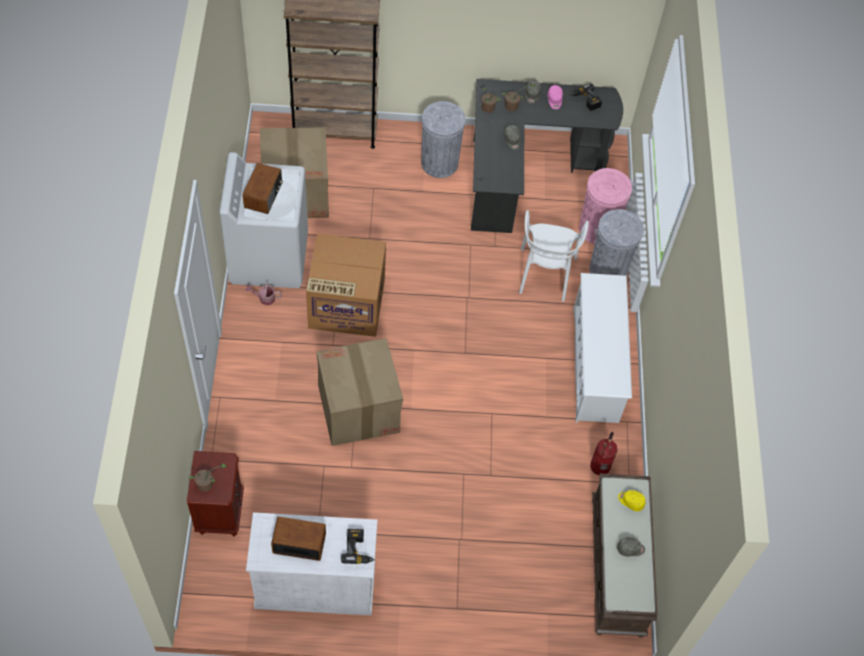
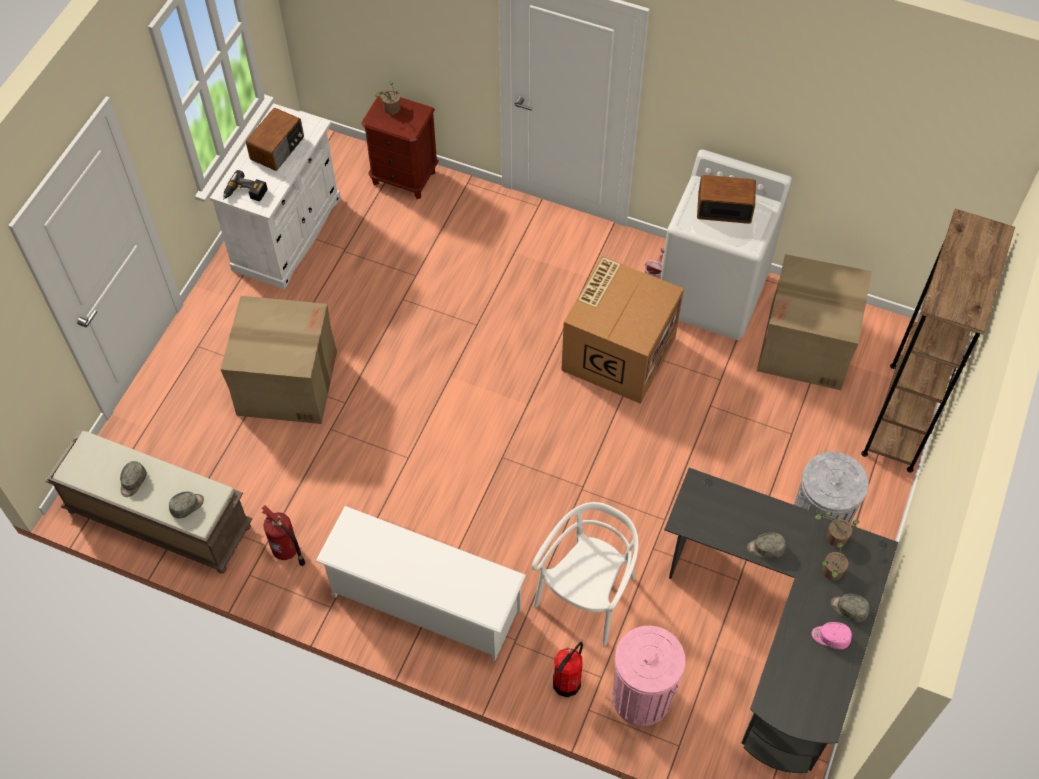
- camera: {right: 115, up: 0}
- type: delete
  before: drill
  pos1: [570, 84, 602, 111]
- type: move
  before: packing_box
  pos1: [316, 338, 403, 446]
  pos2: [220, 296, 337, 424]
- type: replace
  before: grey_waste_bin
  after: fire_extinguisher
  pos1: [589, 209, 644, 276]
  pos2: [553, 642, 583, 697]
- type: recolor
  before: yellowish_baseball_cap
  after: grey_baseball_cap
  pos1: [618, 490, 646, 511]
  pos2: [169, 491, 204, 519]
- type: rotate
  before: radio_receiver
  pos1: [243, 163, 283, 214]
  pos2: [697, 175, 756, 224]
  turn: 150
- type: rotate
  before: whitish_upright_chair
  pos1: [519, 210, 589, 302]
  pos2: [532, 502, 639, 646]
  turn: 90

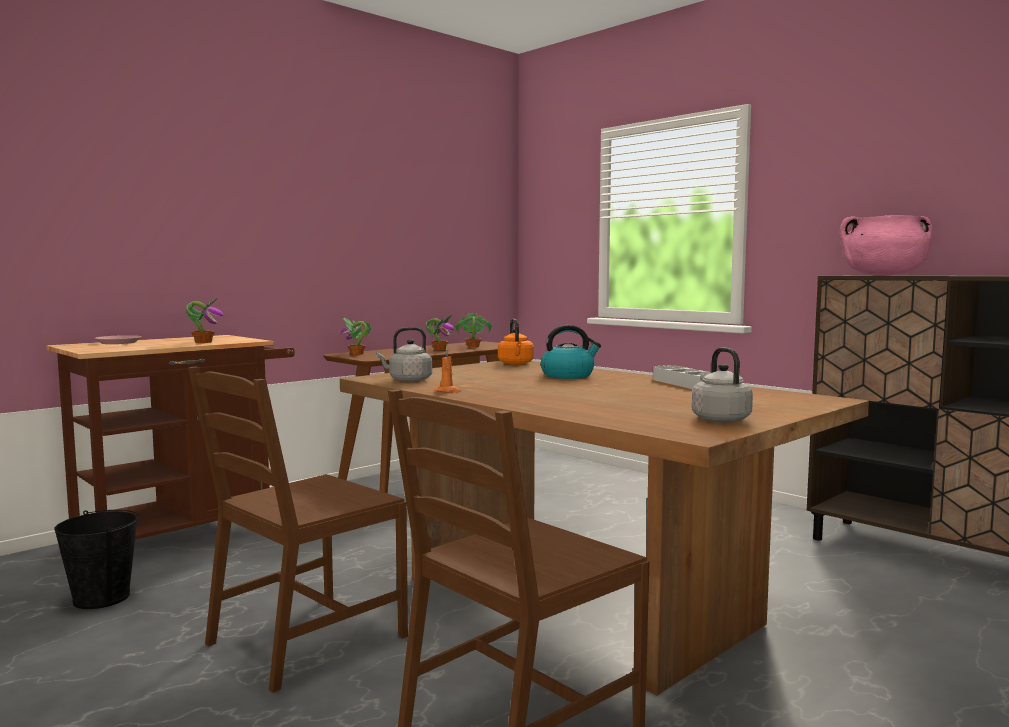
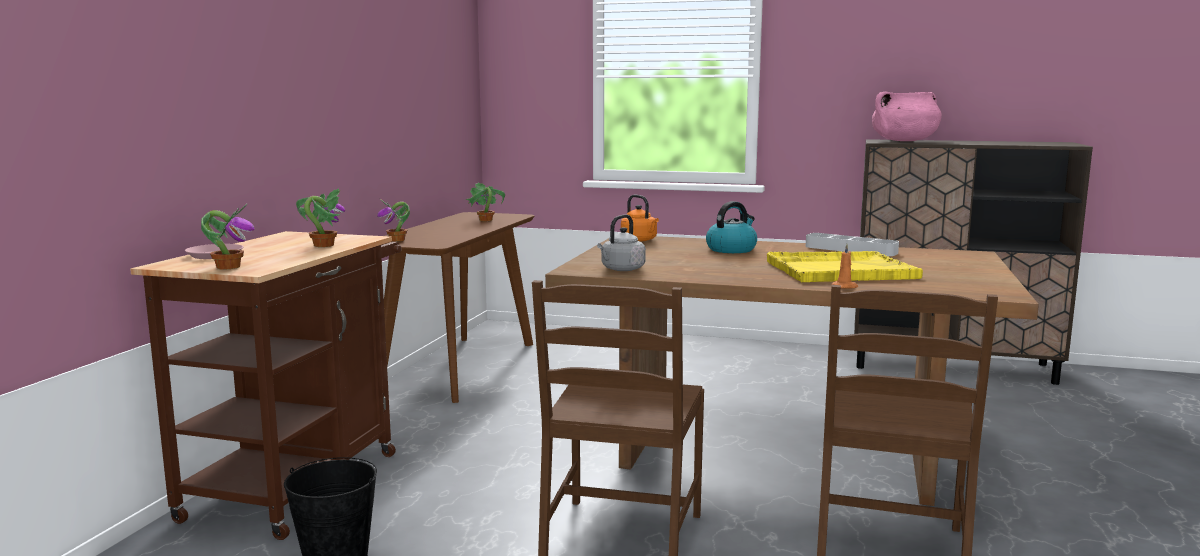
- camera: {right: -30, up: 5}
- type: delete
  before: grey_kettle
  pos1: [692, 347, 753, 423]
- type: insert
  after: yellowish_carrying_tray
  pos2: [767, 251, 923, 282]
- type: move
  before: plant_in_a_pot
  pos1: [426, 316, 454, 350]
  pos2: [201, 203, 255, 269]
- type: move
  before: orange-coloured_candle
  pos1: [435, 348, 461, 393]
  pos2: [831, 244, 858, 289]

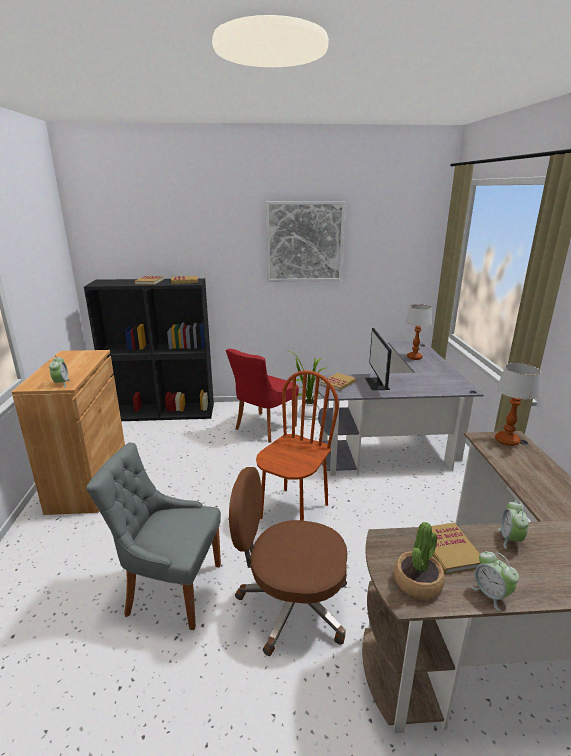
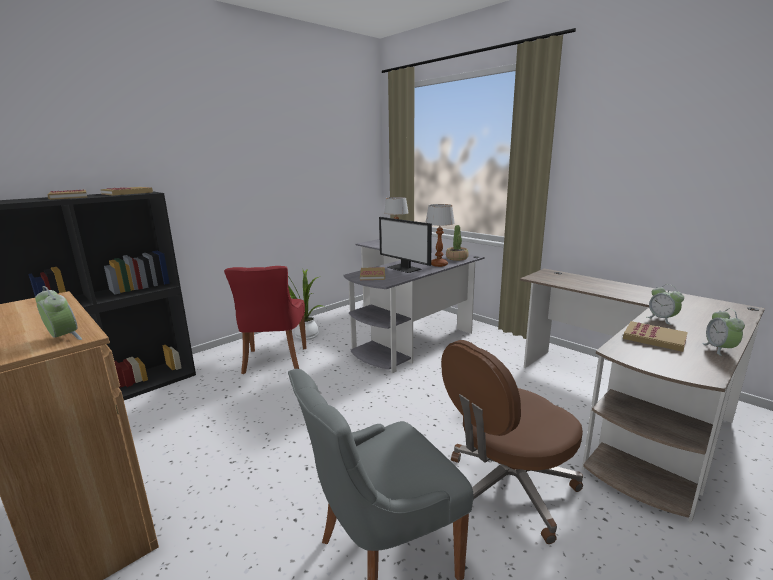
- camera: {right: -40, up: -5}
- type: delete
  before: brown-coloured_upright_chair
  pos1: [256, 370, 339, 521]
- type: delete
  before: wall_art
  pos1: [266, 201, 345, 282]
- type: move
  before: plant_in_a_pot
  pos1: [394, 522, 445, 600]
  pos2: [446, 225, 469, 261]
- type: move
  before: tabletop_lamp
  pos1: [495, 363, 541, 446]
  pos2: [425, 204, 455, 267]
- type: rotate
  before: table_clock
  pos1: [471, 551, 519, 611]
  pos2: [702, 309, 745, 356]
  turn: 75

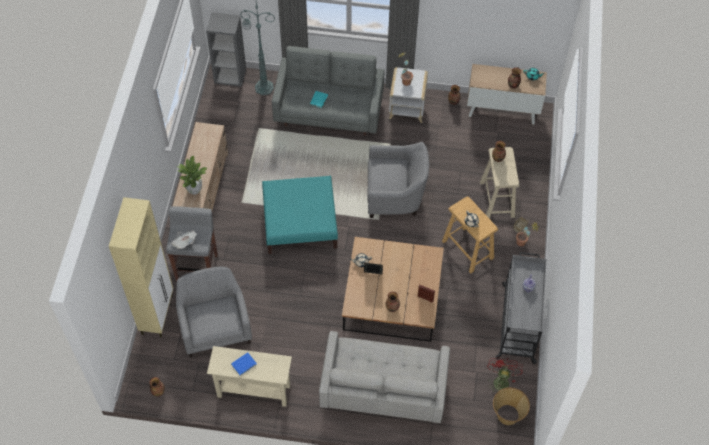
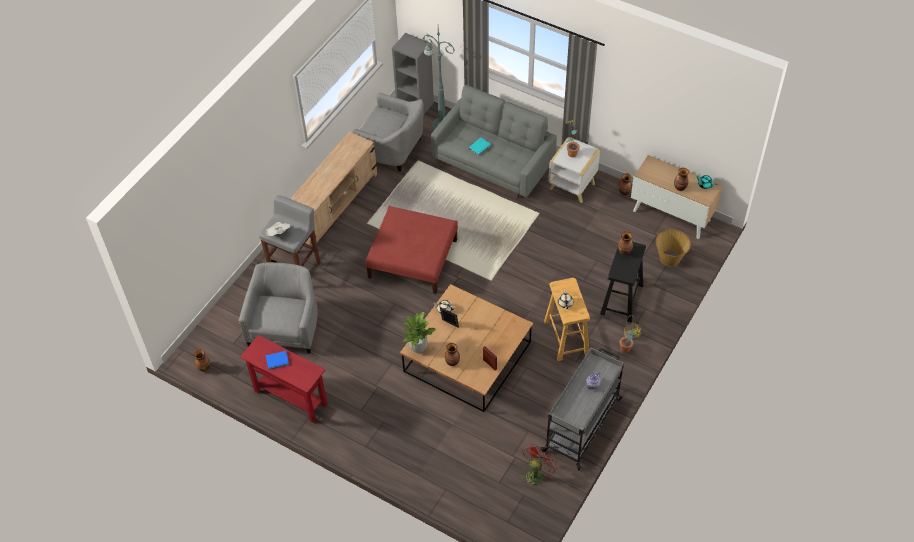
- camera: {right: 25, up: -5}
- type: delete
  before: beige-coloured_cabinet
  pos1: [109, 197, 173, 337]
- type: delete
  before: grey_settee
  pos1: [319, 331, 450, 423]
- type: move
  before: plant_in_a_pot
  pos1: [177, 156, 208, 195]
  pos2: [403, 312, 436, 353]
- type: move
  before: grey_easy_chair
  pos1: [367, 142, 429, 218]
  pos2: [352, 93, 424, 172]
- type: move
  before: household_basket
  pos1: [493, 387, 530, 425]
  pos2: [656, 229, 691, 267]
- type: recolor
  before: beige-coloured_console_table
  after: red_console_table
  pos1: [207, 346, 292, 407]
  pos2: [240, 335, 327, 423]
- type: recolor
  before: turquoise_ottoman
  after: red_ottoman
  pos1: [262, 175, 338, 254]
  pos2: [365, 206, 458, 294]
- type: recolor
  before: beige-coloured_stool
  after: blackish_stool
  pos1: [480, 147, 519, 219]
  pos2: [600, 242, 646, 323]

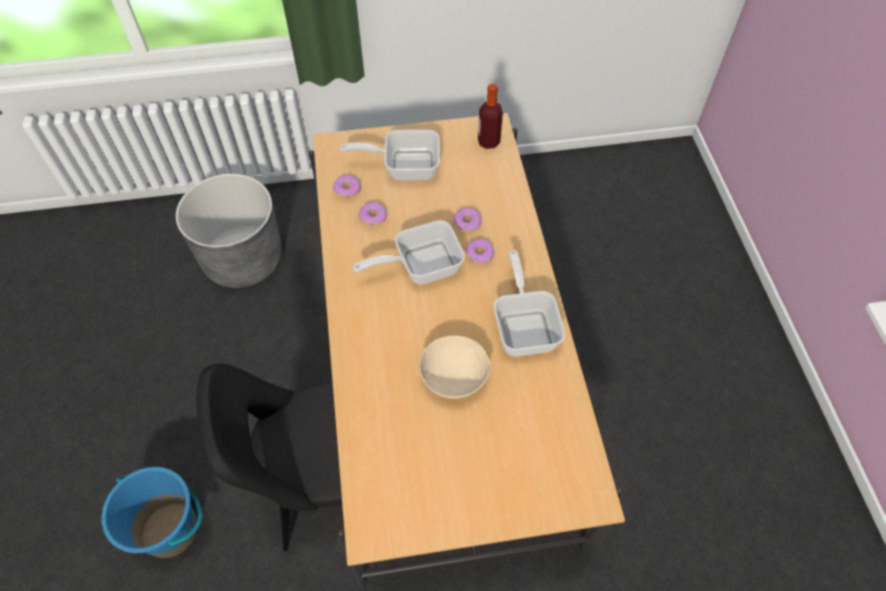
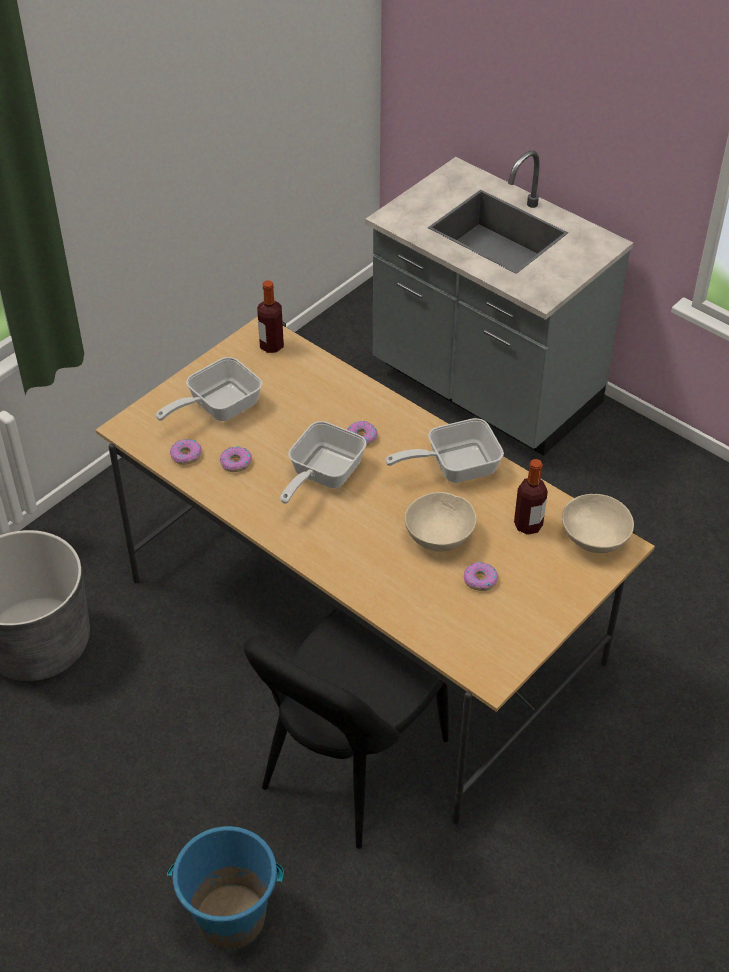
- camera: {right: -40, up: -10}
- type: insert
  after: grey_kitchen_counter
  pos2: [365, 151, 633, 456]
- type: insert
  after: bottle
  pos2: [514, 459, 548, 535]
- type: insert
  after: beige-coloured_serving_bowl
  pos2: [562, 494, 634, 553]
- type: move
  before: donut
  pos1: [454, 208, 482, 232]
  pos2: [464, 562, 498, 591]
- type: rotate
  before: skillet
  pos1: [494, 250, 565, 356]
  pos2: [385, 418, 504, 483]
  turn: -60

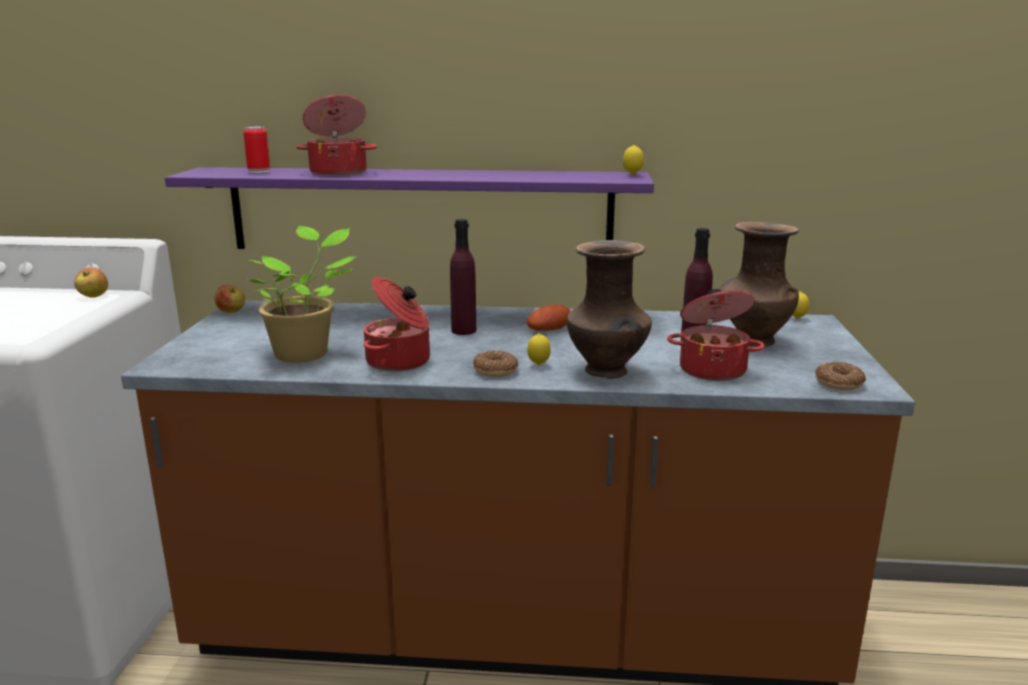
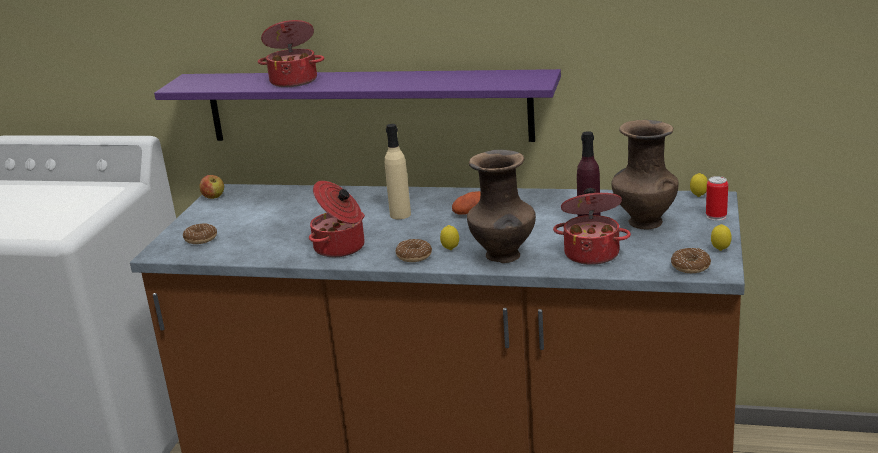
- camera: {right: 10, up: 5}
- type: delete
  before: apple
  pos1: [74, 267, 108, 298]
- type: delete
  before: plant_in_a_pot
  pos1: [248, 226, 356, 363]
- type: insert
  after: donut
  pos2: [183, 223, 217, 244]
- type: move
  before: metal_can
  pos1: [243, 126, 270, 173]
  pos2: [706, 176, 728, 221]
- type: move
  before: whole_lemon
  pos1: [623, 145, 644, 175]
  pos2: [711, 224, 732, 251]
- type: recolor
  before: purple_bottle
  after: beige-coloured_bottle
  pos1: [450, 219, 476, 335]
  pos2: [385, 124, 411, 219]

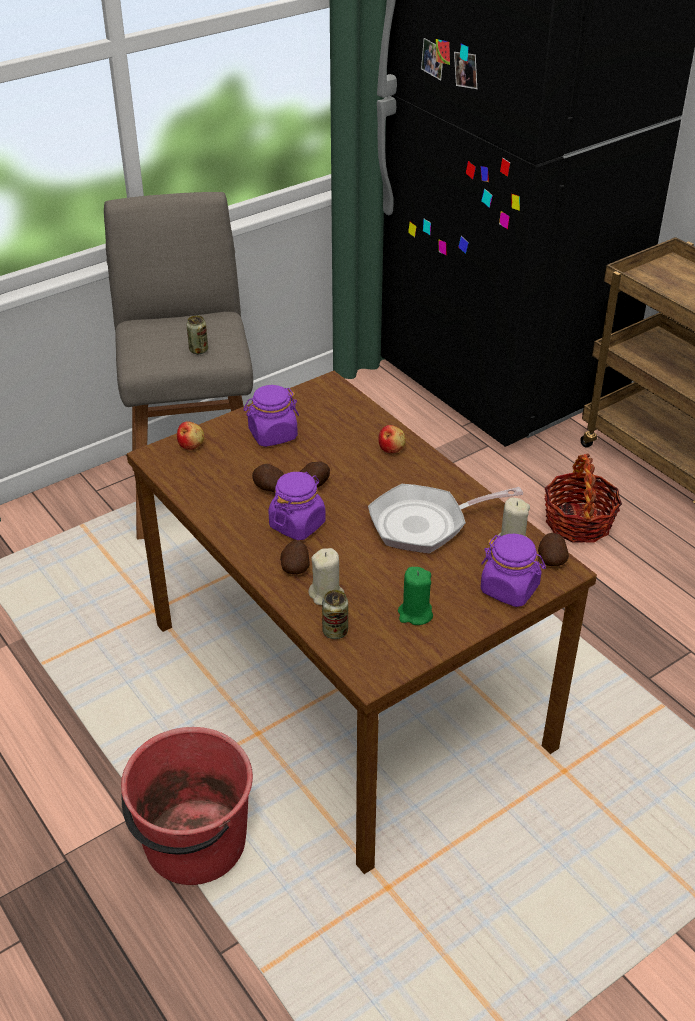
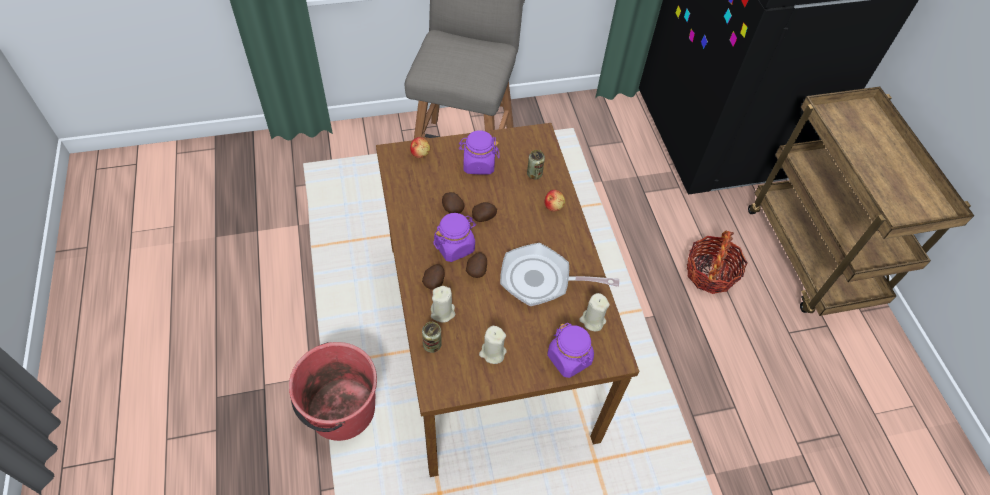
- camera: {right: 20, up: 15}
- type: move
  before: metal_can
  pos1: [186, 315, 208, 354]
  pos2: [527, 150, 545, 179]
- type: move
  before: spud
  pos1: [538, 533, 569, 566]
  pos2: [466, 253, 487, 278]
- type: recolor
  before: greenish_candle
  after: beige-coloured_candle
  pos1: [398, 567, 433, 625]
  pos2: [479, 326, 507, 364]

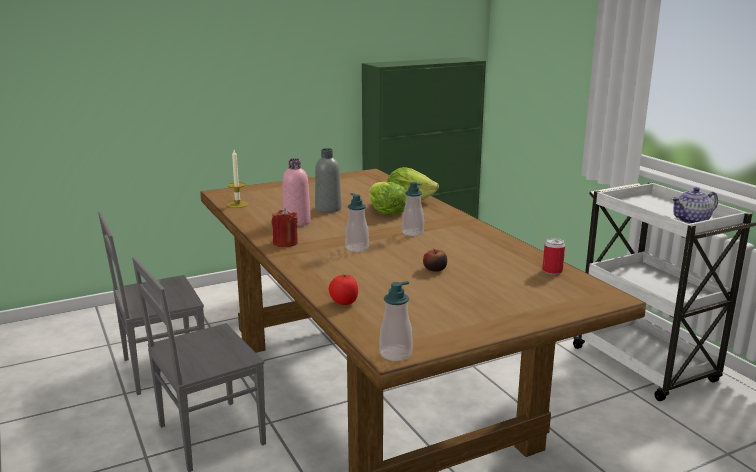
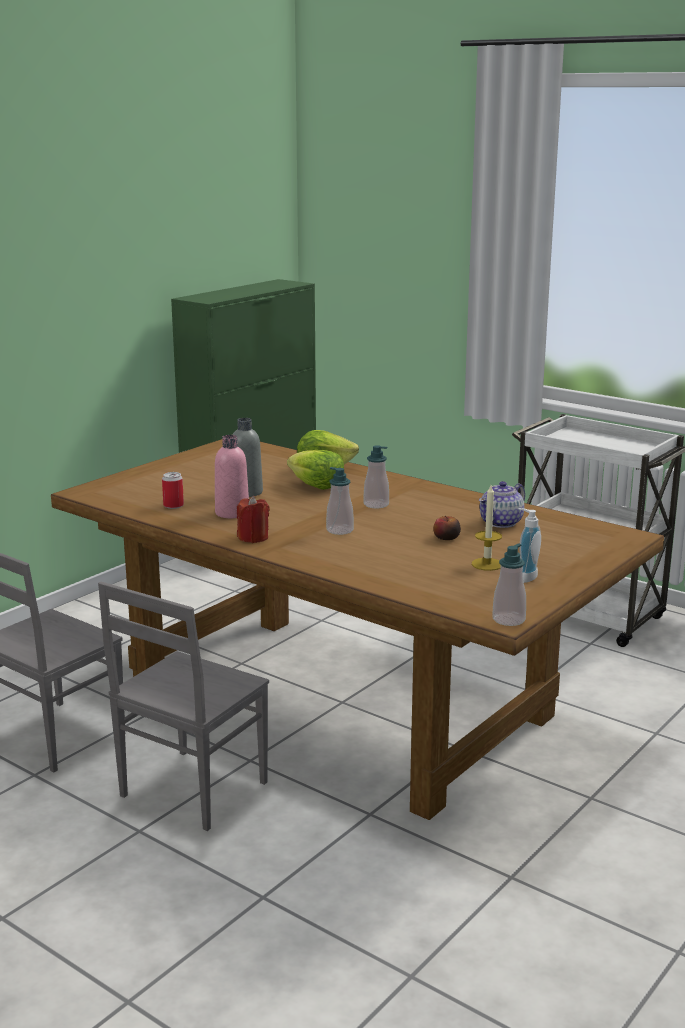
- camera: {right: -25, up: 0}
- type: delete
  before: fresh_tomato
  pos1: [329, 274, 358, 305]
- type: insert
  after: liquid_soap_bottle
  pos2: [518, 508, 541, 583]
- type: move
  before: candle
  pos1: [227, 150, 248, 208]
  pos2: [472, 485, 502, 571]
- type: move
  before: metal_can
  pos1: [543, 238, 565, 275]
  pos2: [162, 472, 184, 509]
- type: move
  before: pot_for_tea
  pos1: [671, 187, 718, 224]
  pos2: [479, 481, 525, 528]

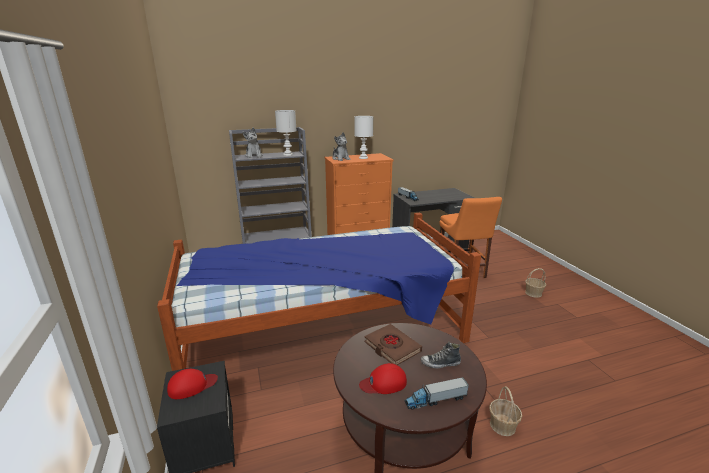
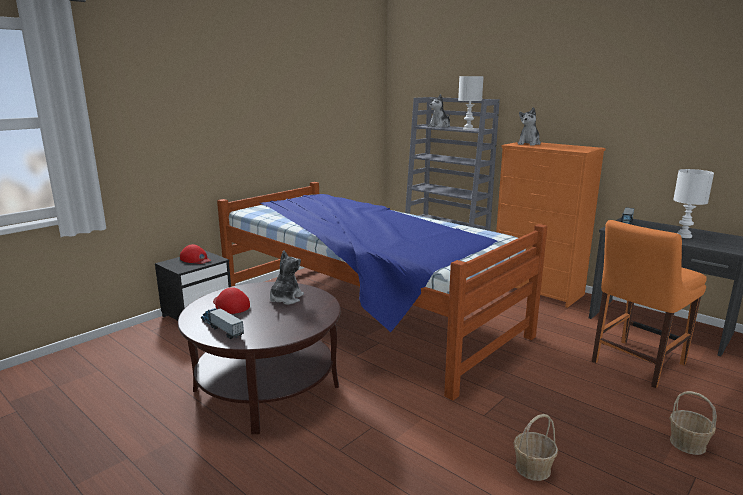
- camera: {right: 60, up: -5}
- type: delete
  before: shoe
  pos1: [421, 342, 461, 368]
- type: move
  before: whitish_tabletop_lamp
  pos1: [354, 116, 373, 159]
  pos2: [673, 169, 714, 238]
- type: move
  before: household_basket
  pos1: [489, 386, 522, 436]
  pos2: [513, 414, 558, 481]
- type: replace
  before: brown-coloured_bound_book
  after: cuddly_toy
  pos1: [364, 324, 422, 365]
  pos2: [270, 250, 304, 305]

